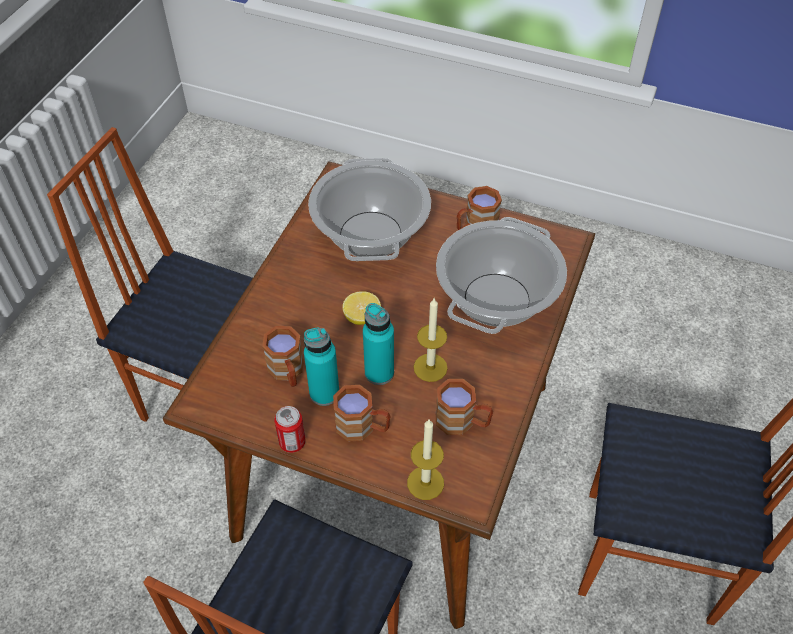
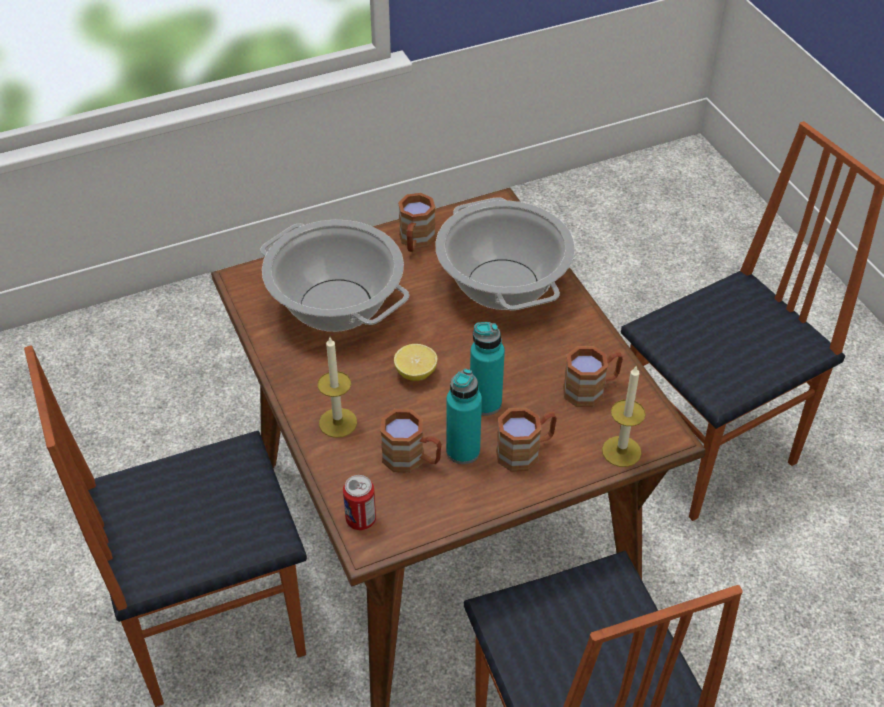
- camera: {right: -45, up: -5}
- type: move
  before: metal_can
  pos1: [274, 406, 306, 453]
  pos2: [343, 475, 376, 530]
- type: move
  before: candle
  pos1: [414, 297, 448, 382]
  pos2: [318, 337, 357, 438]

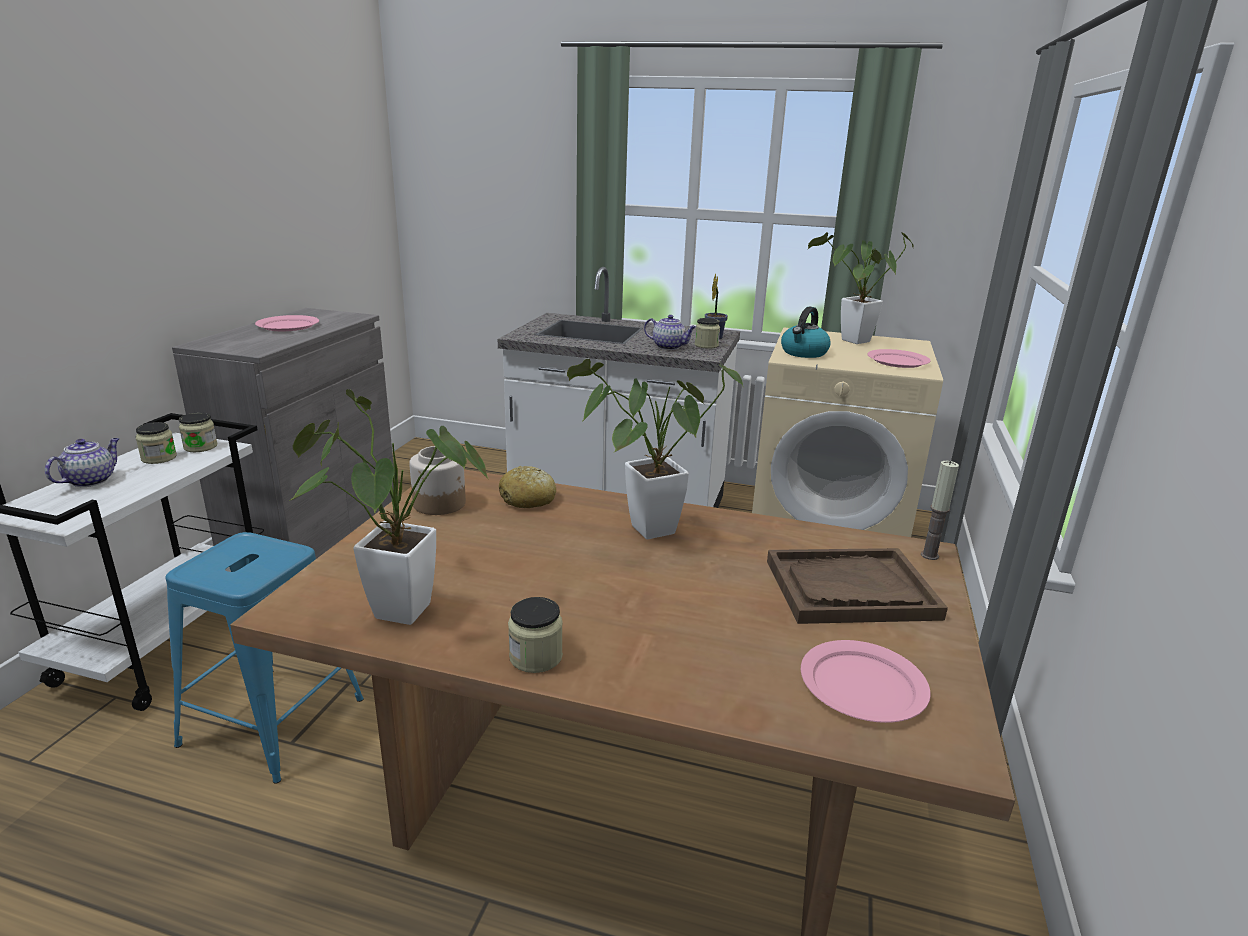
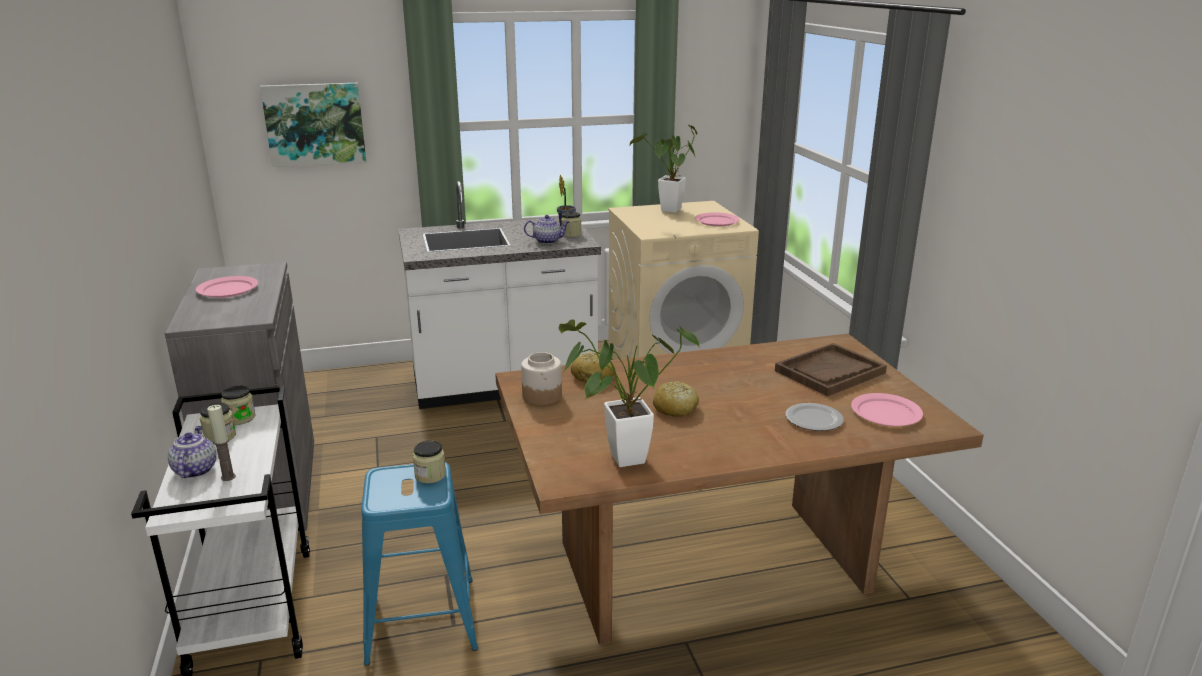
- camera: {right: -30, up: 0}
- type: delete
  before: plant_in_a_pot
  pos1: [567, 359, 744, 539]
- type: delete
  before: kettle
  pos1: [781, 307, 831, 358]
- type: insert
  after: wall_art
  pos2: [260, 83, 366, 167]
- type: insert
  after: bread
  pos2: [653, 381, 699, 417]
- type: insert
  after: flat_dish
  pos2: [786, 403, 844, 431]
- type: move
  before: preserve_jar
  pos1: [508, 597, 563, 673]
  pos2: [413, 440, 446, 484]
- type: move
  before: candle
  pos1: [921, 461, 959, 560]
  pos2: [207, 405, 236, 481]

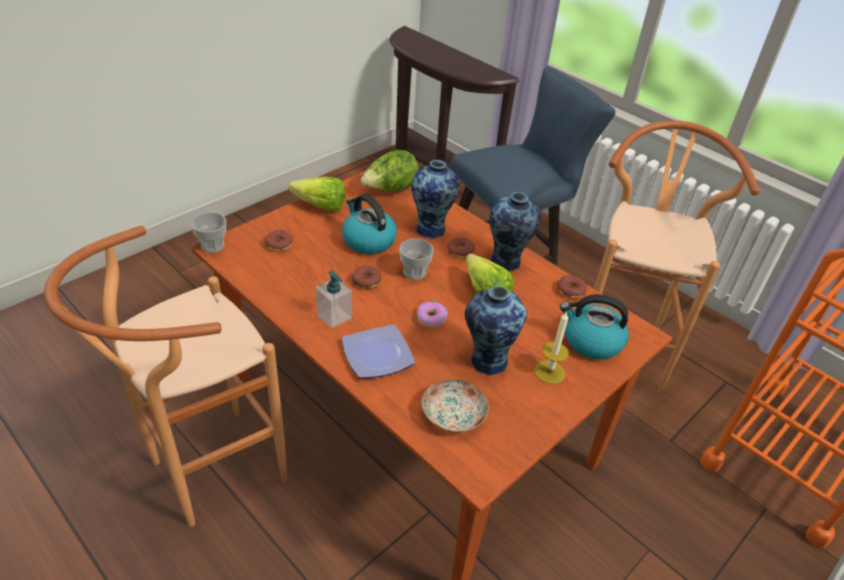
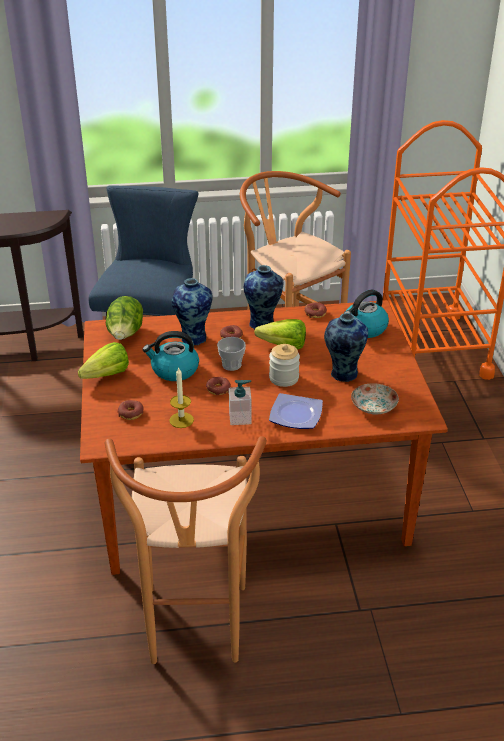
- camera: {right: -50, up: -5}
- type: delete
  before: cup
  pos1: [191, 212, 226, 253]
- type: move
  before: candle
  pos1: [534, 311, 569, 384]
  pos2: [169, 367, 194, 428]
- type: replace
  before: donut
  after: preserve_jar
  pos1: [417, 302, 448, 328]
  pos2: [269, 344, 300, 387]

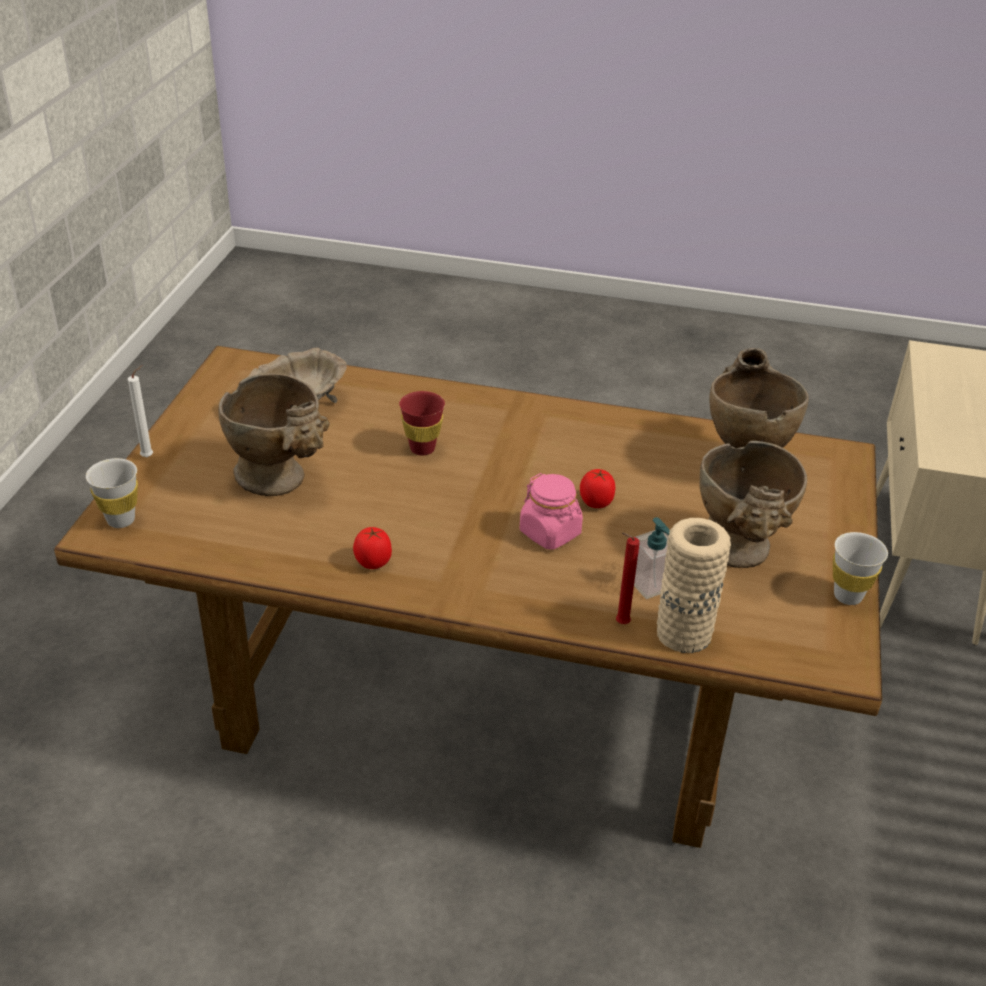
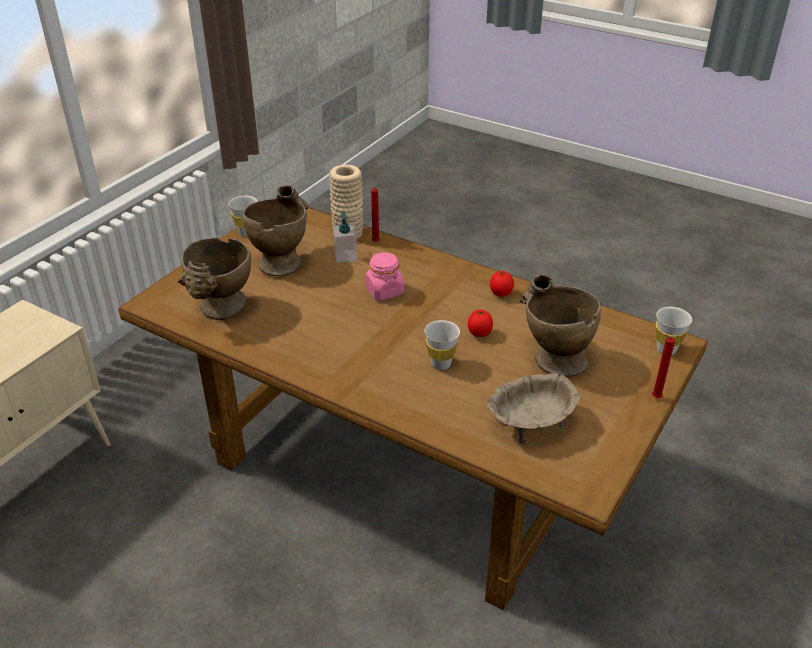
- camera: {right: -160, up: 0}
- type: move
  before: fresh_tomato
  pos1: [580, 469, 615, 508]
  pos2: [468, 309, 493, 337]
- type: recolor
  before: whitish_candle
  after: red_candle
  pos1: [128, 365, 153, 458]
  pos2: [652, 335, 675, 398]
- type: recolor
  before: red_cup
  after: whitish_cup
  pos1: [399, 391, 445, 455]
  pos2: [424, 320, 460, 370]

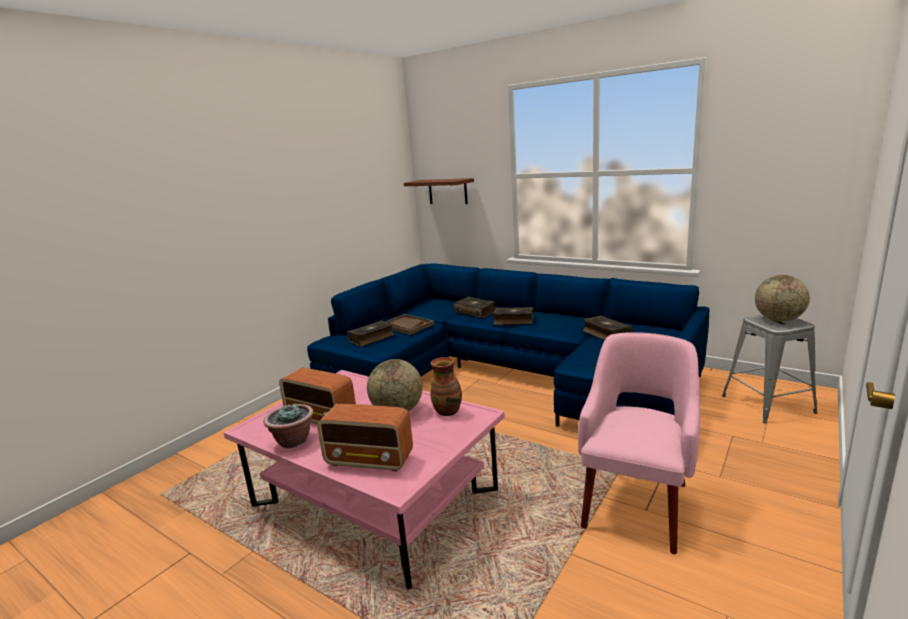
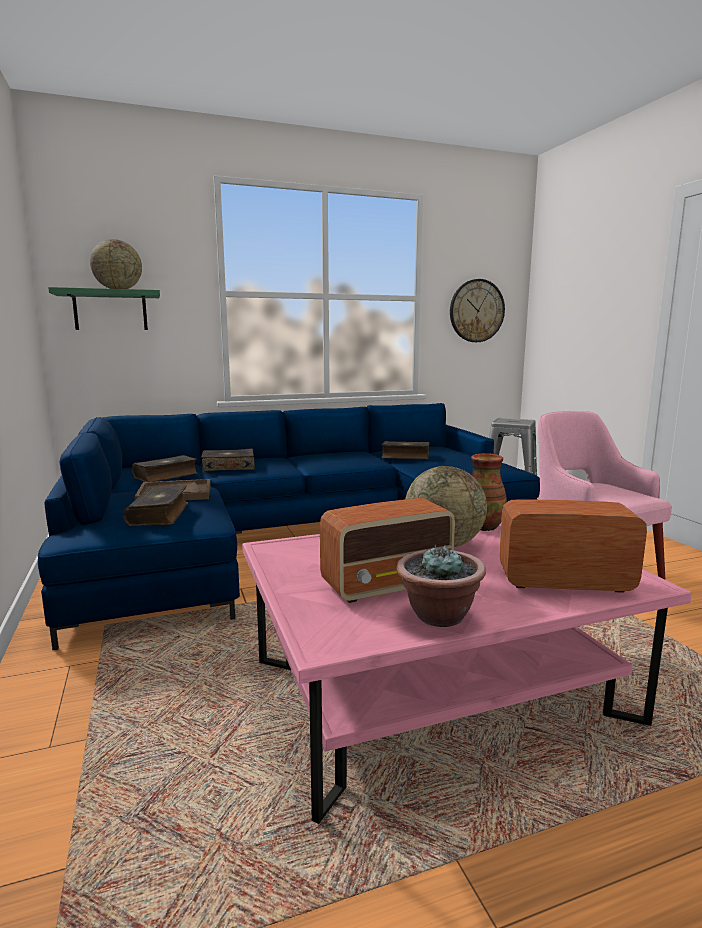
- camera: {right: -55, up: -5}
- type: insert
  after: clock_on_the_wall
  pos2: [450, 279, 505, 342]
- type: move
  before: bound_book
  pos1: [493, 307, 534, 325]
  pos2: [132, 455, 198, 482]
- type: move
  before: world_globe
  pos1: [755, 275, 810, 322]
  pos2: [90, 239, 142, 289]
- type: recolor
  before: brown-coloured_shelf
  after: greenish_shelf
  pos1: [404, 178, 474, 204]
  pos2: [48, 287, 160, 330]
- type: rotate
  before: radio_receiver
  pos1: [317, 404, 413, 472]
  pos2: [499, 499, 647, 593]
  turn: -135

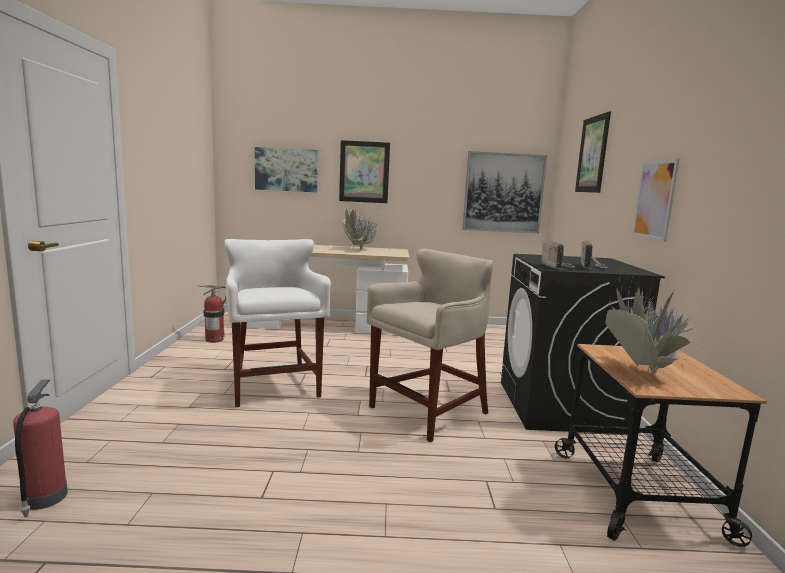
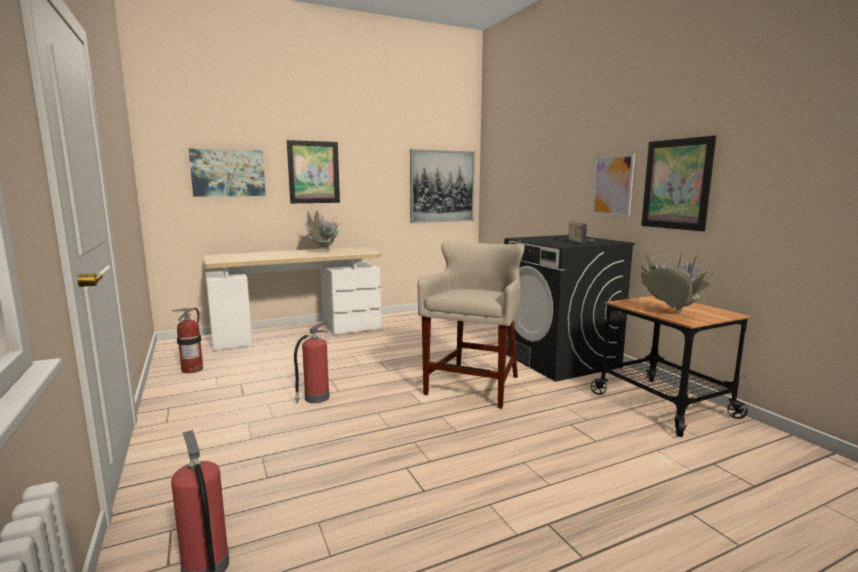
- camera: {right: -25, up: 0}
- type: delete
  before: radio_receiver
  pos1: [542, 239, 574, 269]
- type: move
  before: wall_art
  pos1: [575, 111, 611, 193]
  pos2: [641, 135, 716, 231]
- type: replace
  before: whitish_stool
  after: fire_extinguisher
  pos1: [225, 239, 331, 407]
  pos2: [294, 321, 330, 403]

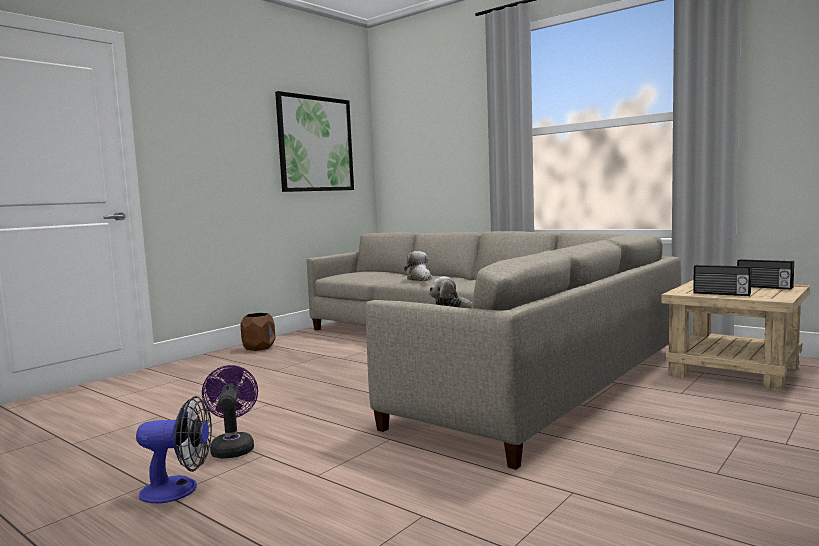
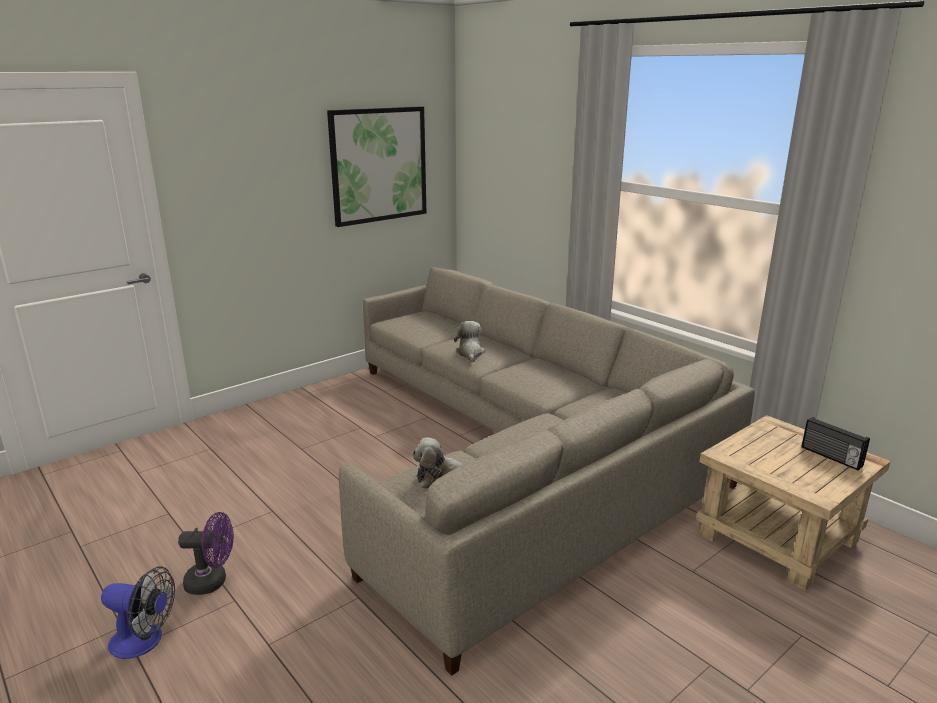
- camera: {right: 10, up: 15}
- type: delete
  before: brown-coloured_planter
  pos1: [240, 313, 275, 351]
- type: delete
  before: radio_receiver
  pos1: [693, 265, 751, 296]
- type: rotate
  before: purple_cooling_fan
  pos1: [202, 365, 258, 459]
  pos2: [178, 512, 234, 595]
  turn: 90

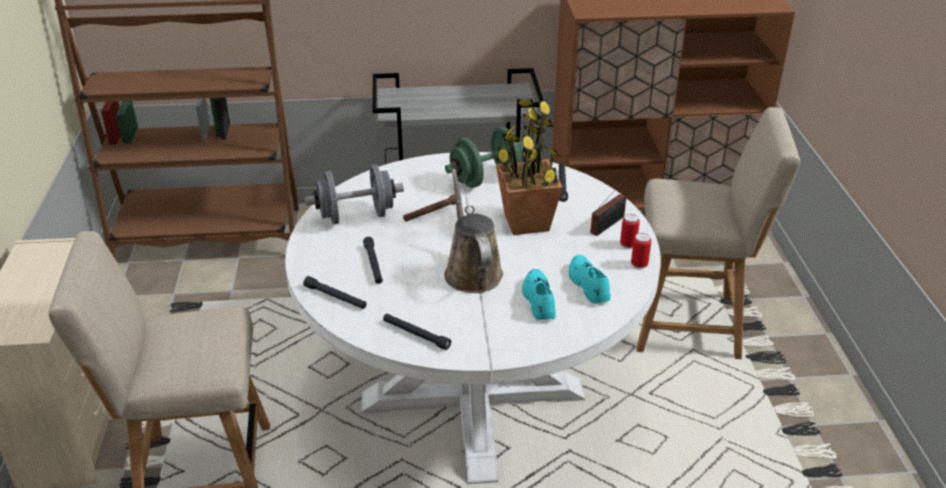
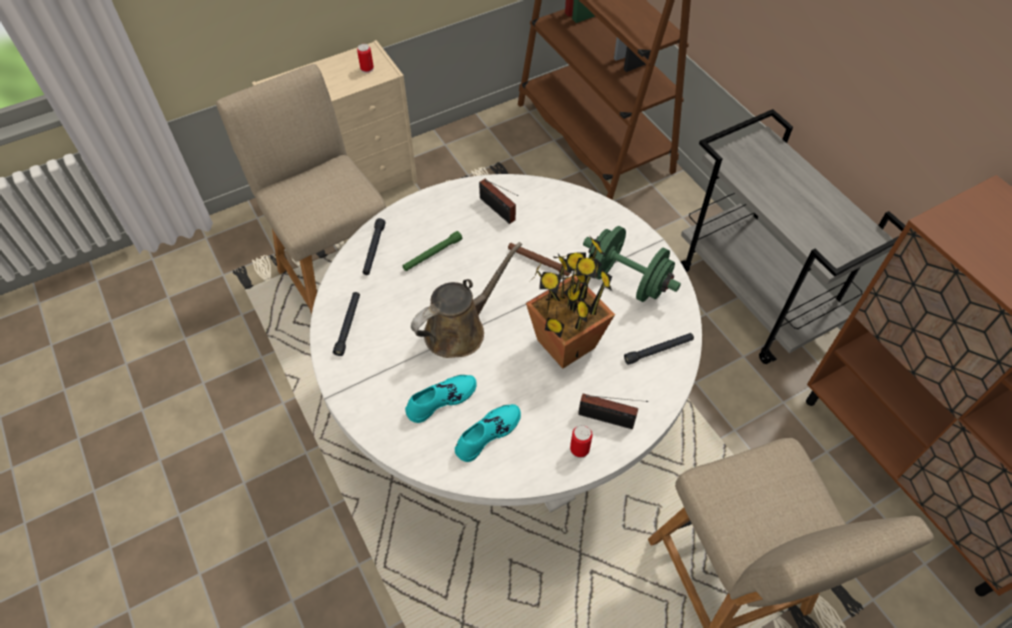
- camera: {right: 65, up: 20}
- type: move
  before: metal_can
  pos1: [631, 233, 651, 270]
  pos2: [357, 44, 374, 73]
- type: replace
  before: grey_dumbbell
  after: radio_receiver
  pos1: [305, 164, 404, 224]
  pos2: [479, 179, 519, 224]
- type: recolor
  before: blackish_flashlight
  after: greenish_flashlight
  pos1: [363, 237, 383, 284]
  pos2: [403, 231, 462, 271]

